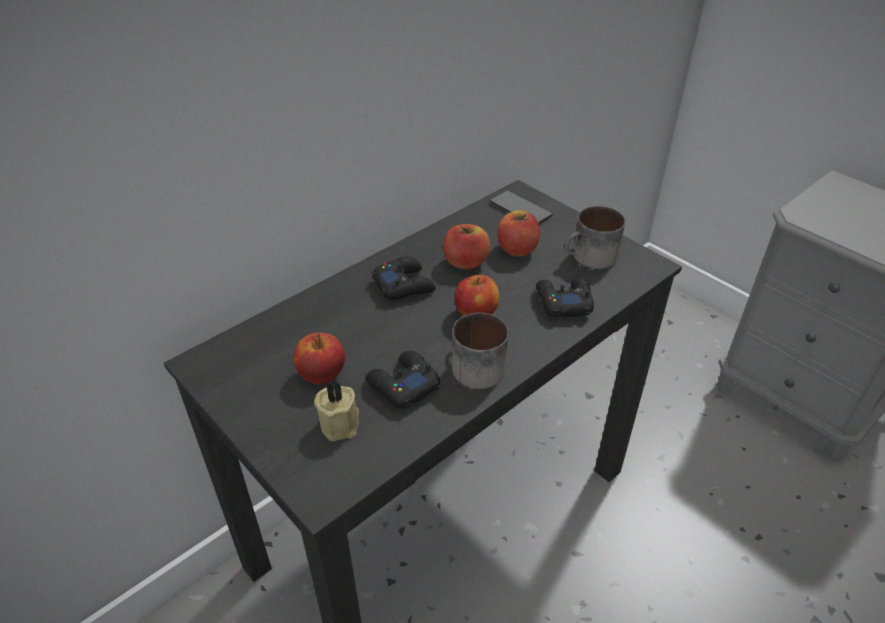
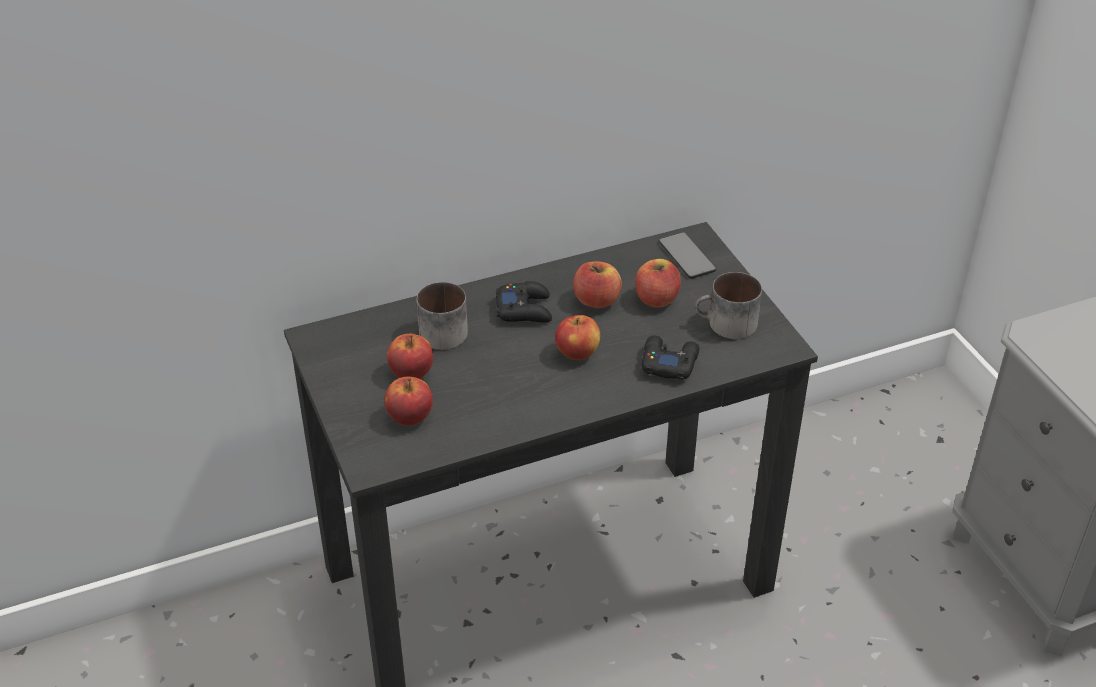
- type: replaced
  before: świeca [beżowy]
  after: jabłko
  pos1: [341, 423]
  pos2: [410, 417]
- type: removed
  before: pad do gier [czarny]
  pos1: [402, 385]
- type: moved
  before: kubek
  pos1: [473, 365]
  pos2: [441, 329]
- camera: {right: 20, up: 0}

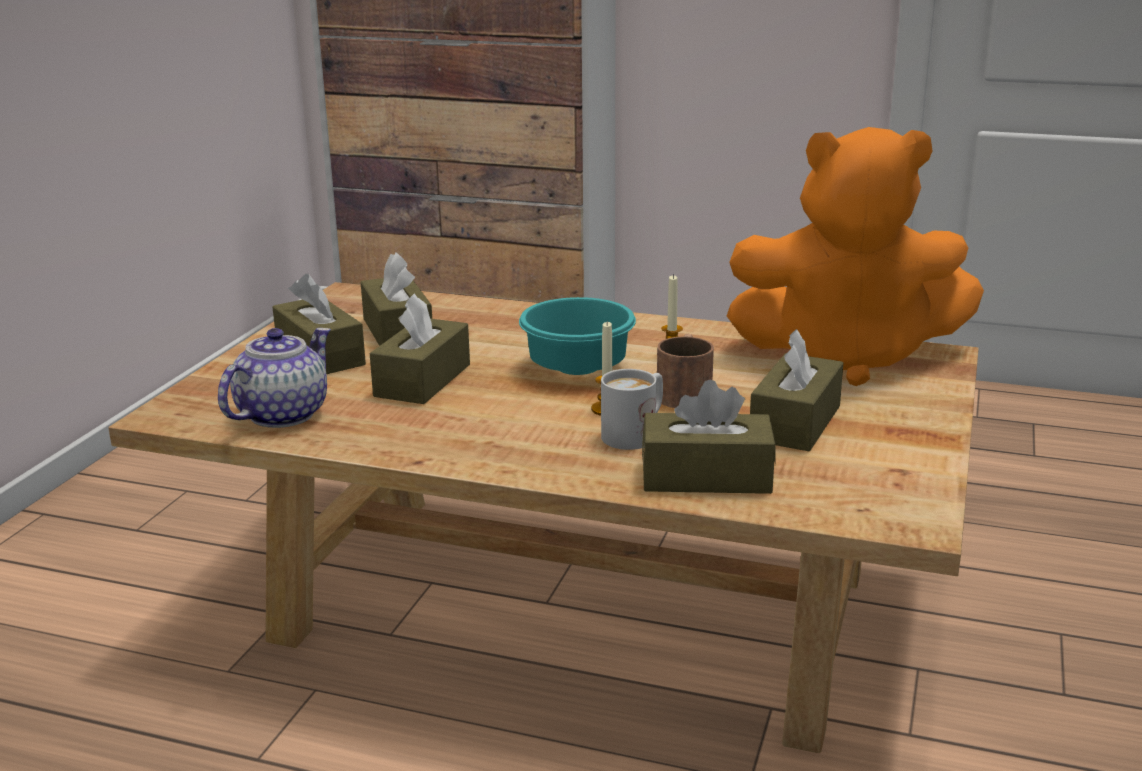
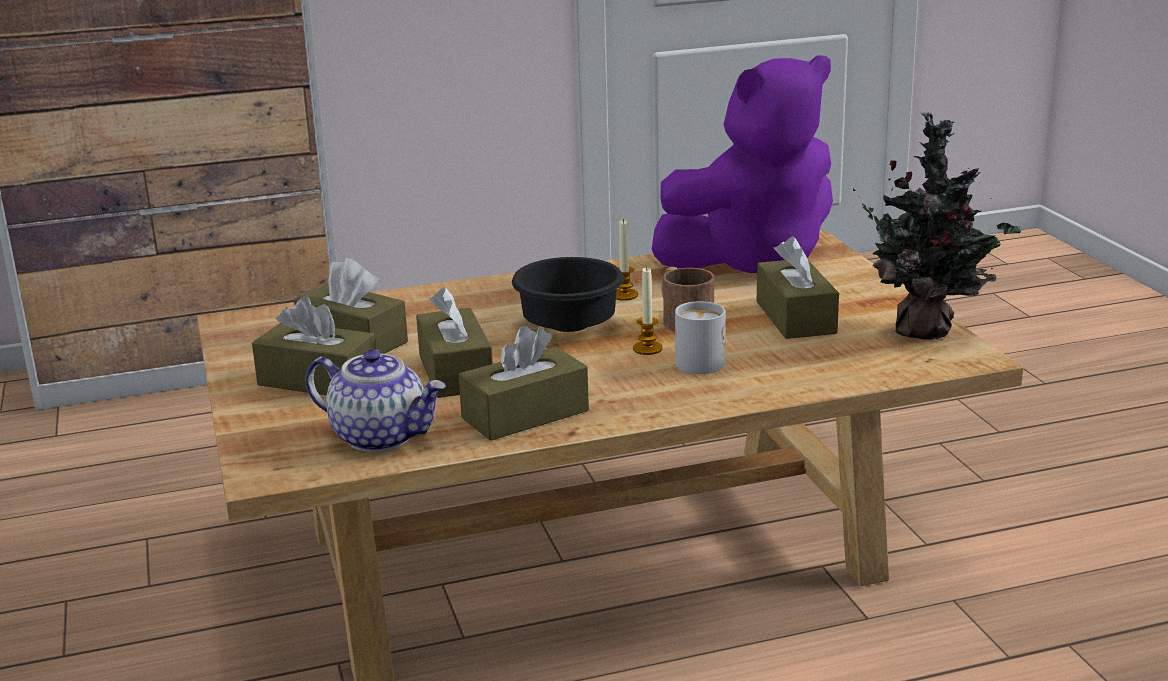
- type: turned
  before: imbryk
  pos1: [282, 414]
  pos2: [381, 436]
  turn: 120
- type: recoloured
  before: miska [turkusowy]
  after: miska [czarny]
  pos1: [578, 367]
  pos2: [567, 325]
- type: moved
  before: pudełko chusteczek [brązowy]
  pos1: [706, 477]
  pos2: [525, 414]
- type: recoloured
  before: pluszak [pomarańczowy]
  after: pluszak [fioletowy]
  pos1: [846, 357]
  pos2: [752, 261]
- type: added
  after: roślina doniczkowa
  pos2: [928, 331]
- camera: {right: -35, up: 0}

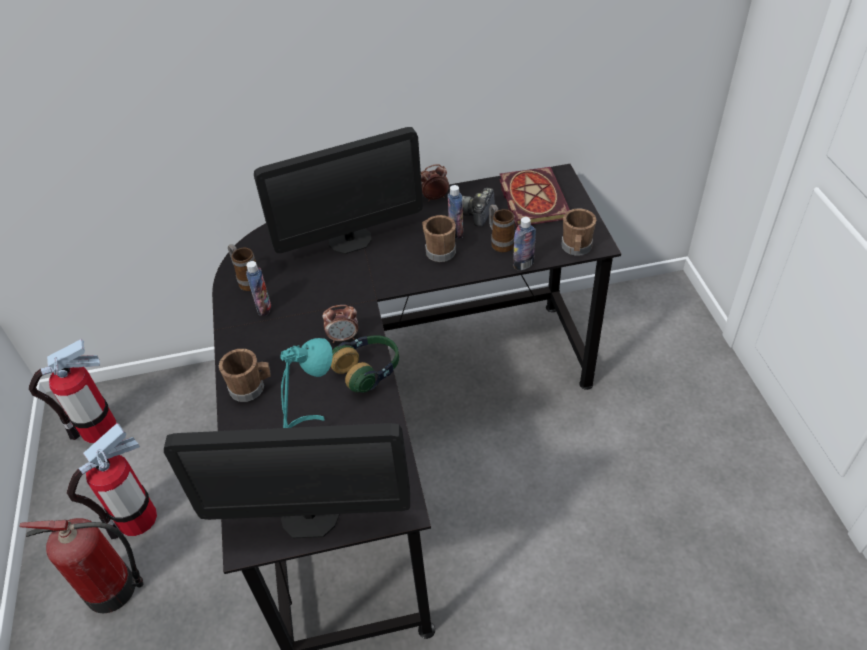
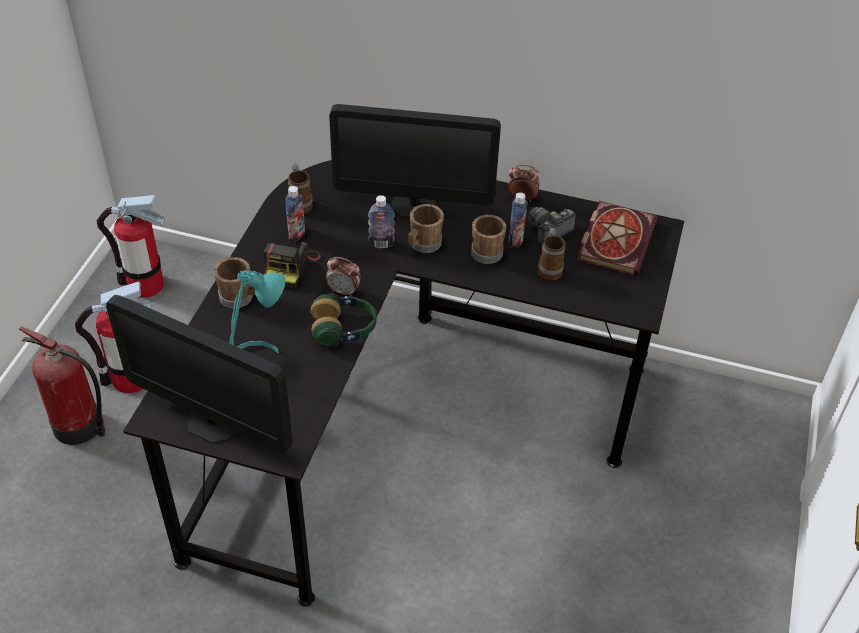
- type: moved
  before: butelka
  pos1: [523, 264]
  pos2: [381, 243]
- type: moved
  before: kubek [brązowy]
  pos1: [576, 248]
  pos2: [423, 244]
- type: added
  after: aparat fotograficzny
  pos2: [290, 267]
- camera: {right: 25, up: 0}

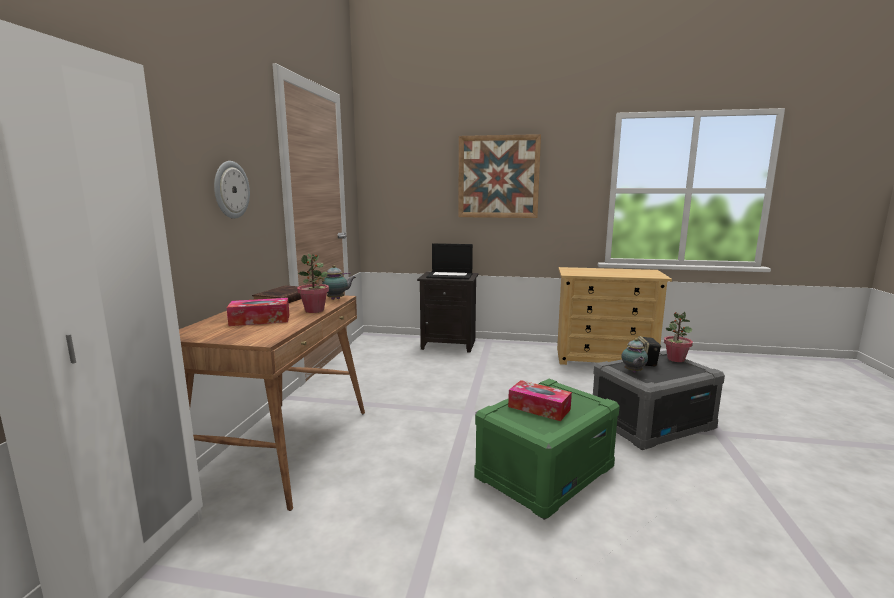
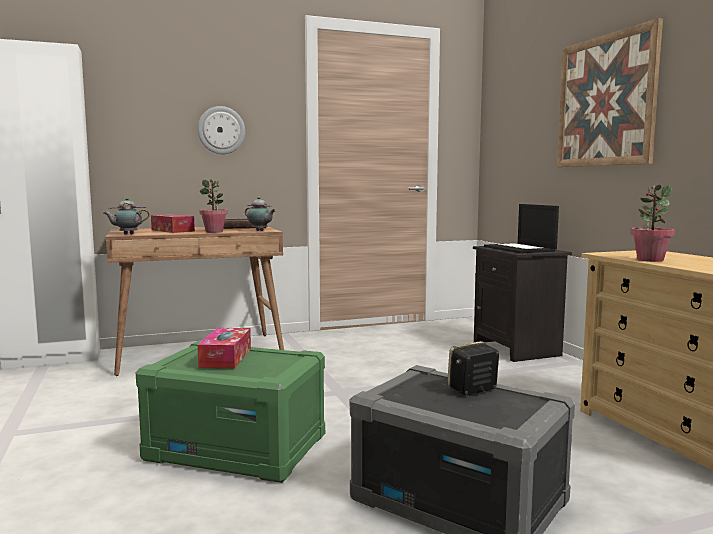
- type: moved
  before: imbryk
  pos1: [633, 372]
  pos2: [127, 234]
- type: moved
  before: roślina doniczkowa
  pos1: [675, 359]
  pos2: [650, 260]
- camera: {right: 60, up: -5}

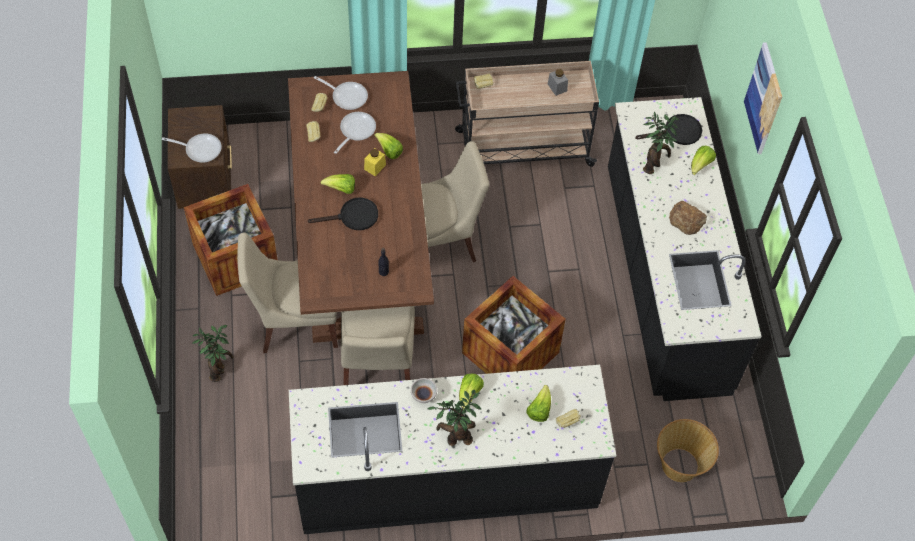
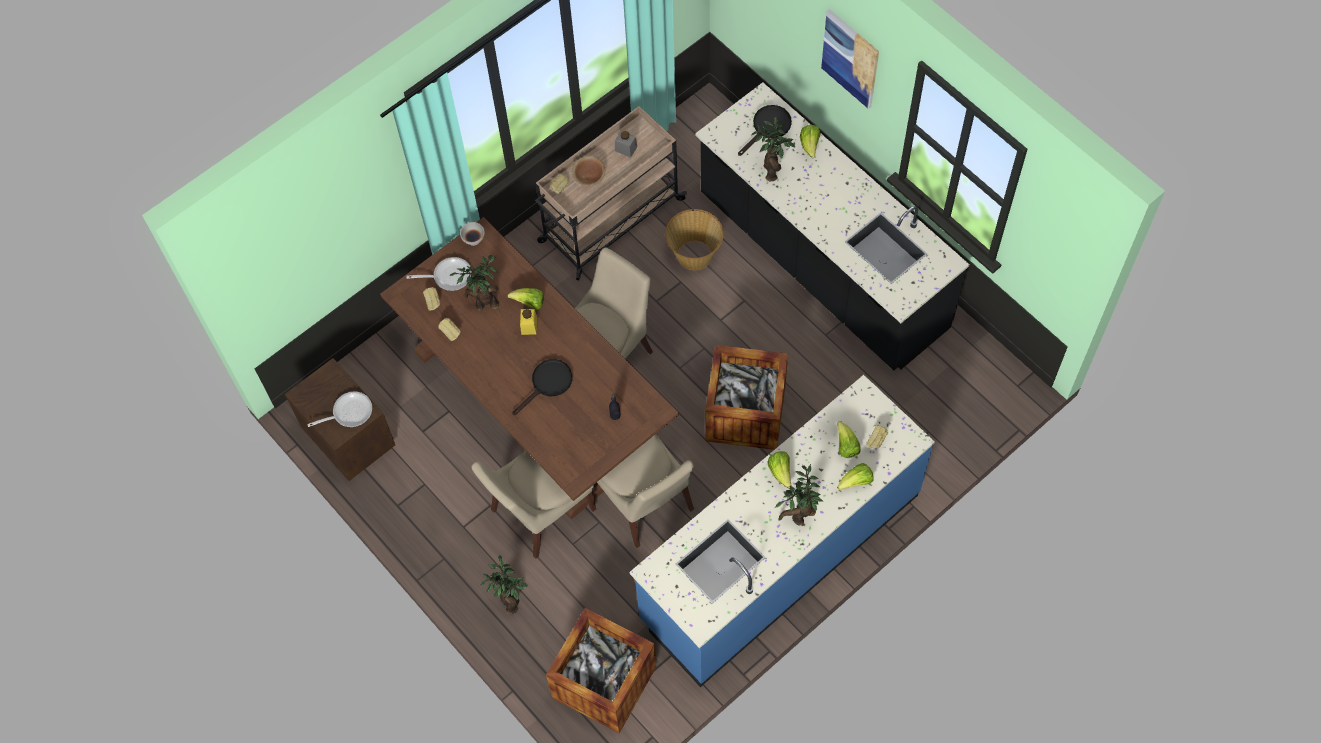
- type: moved
  before: skrzynka
  pos1: [235, 258]
  pos2: [604, 682]
- type: recoloured
  before: zabudowa kuchenna [czarny]
  after: zabudowa kuchenna [niebieski]
  pos1: [447, 478]
  pos2: [779, 556]
- type: moved
  before: sałata
  pos1: [341, 189]
  pos2: [855, 482]
- type: replaced
  before: patelnia
  after: roślina doniczkowa
  pos1: [355, 131]
  pos2: [484, 303]
- type: moved
  before: miska [biały]
  pos1: [424, 396]
  pos2: [474, 239]
- type: moved
  before: koszyk
  pos1: [680, 464]
  pos2: [694, 254]
- type: removed
  before: chleb
  pos1: [686, 220]
- type: added
  after: miska [brązowy]
  pos2: [589, 176]
- camera: {right: -30, up: 5}

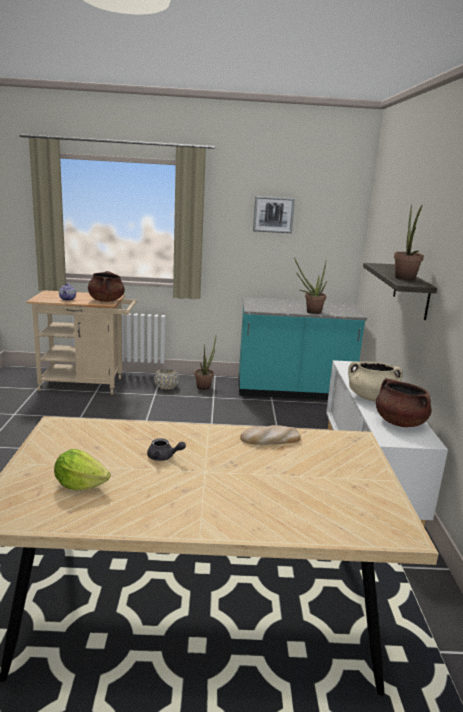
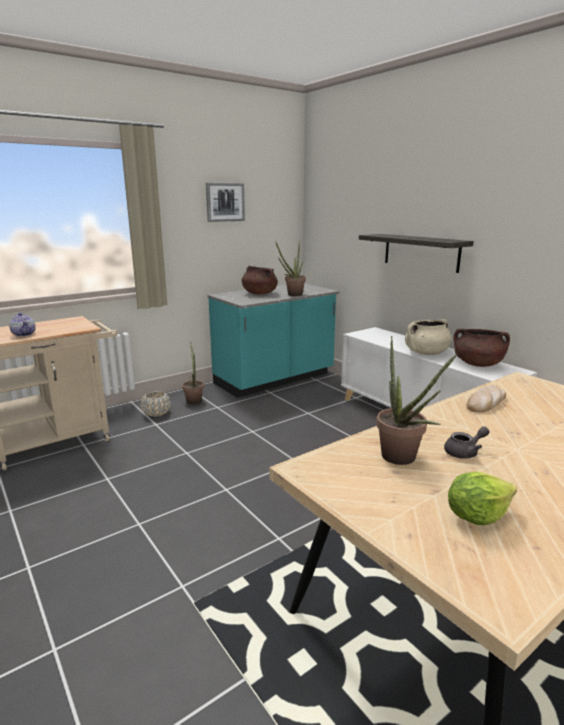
- type: moved
  before: garnek [brązowy]
  pos1: [106, 300]
  pos2: [259, 293]
- type: moved
  before: roślina doniczkowa
  pos1: [405, 279]
  pos2: [403, 460]
- camera: {right: -35, up: 0}

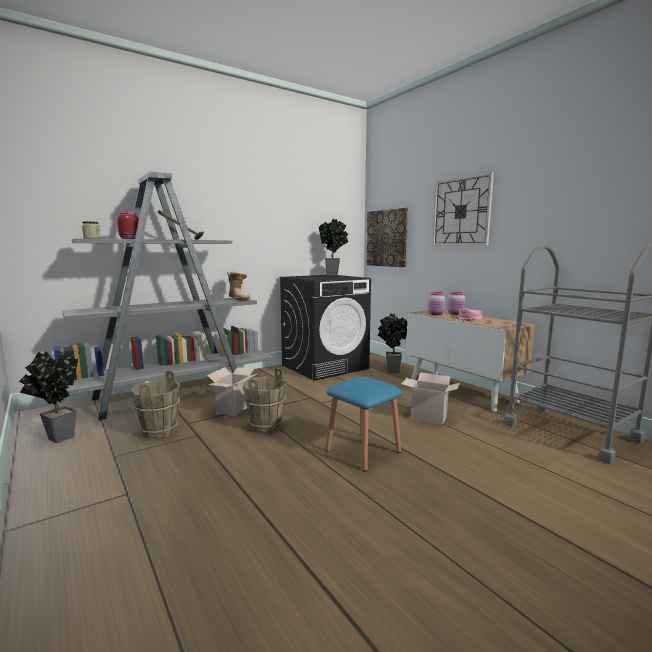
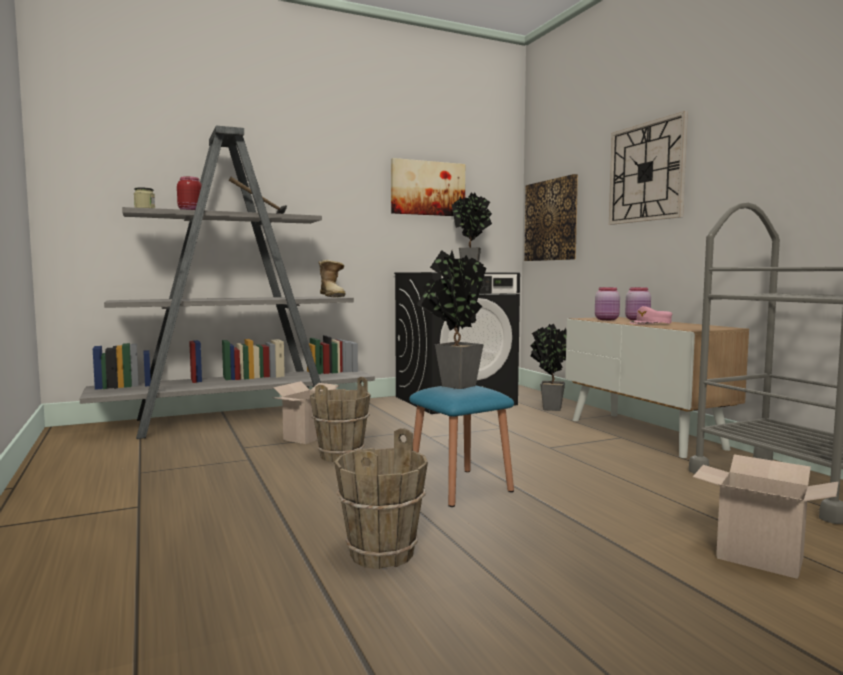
- type: moved
  before: roślina doniczkowa
  pos1: [56, 438]
  pos2: [452, 386]
- type: moved
  before: wiadro [brązowy]
  pos1: [159, 432]
  pos2: [381, 554]
- type: moved
  before: karton
  pos1: [427, 418]
  pos2: [756, 558]
- type: added
  after: obraz
  pos2: [427, 188]
- camera: {right: 10, up: -5}

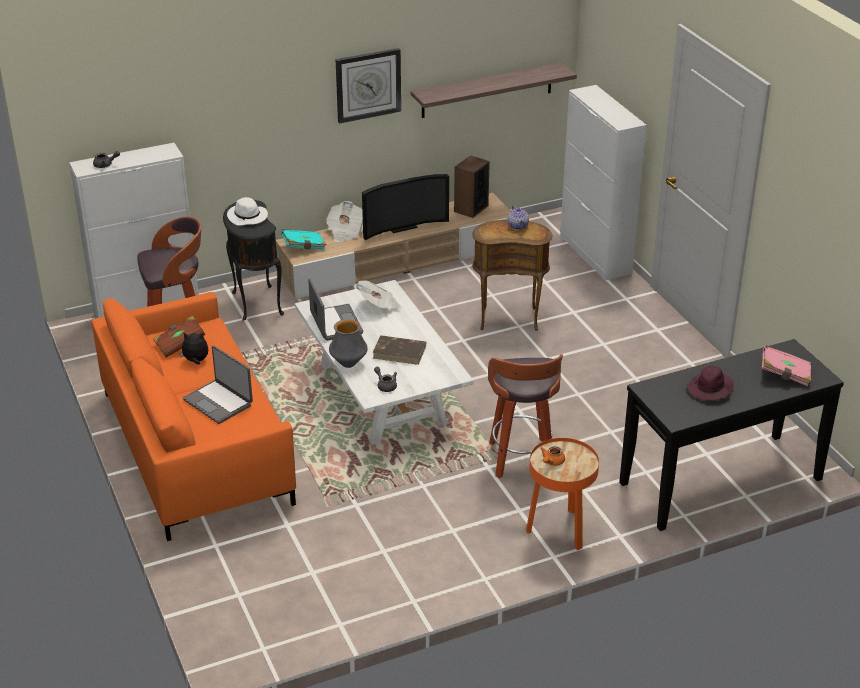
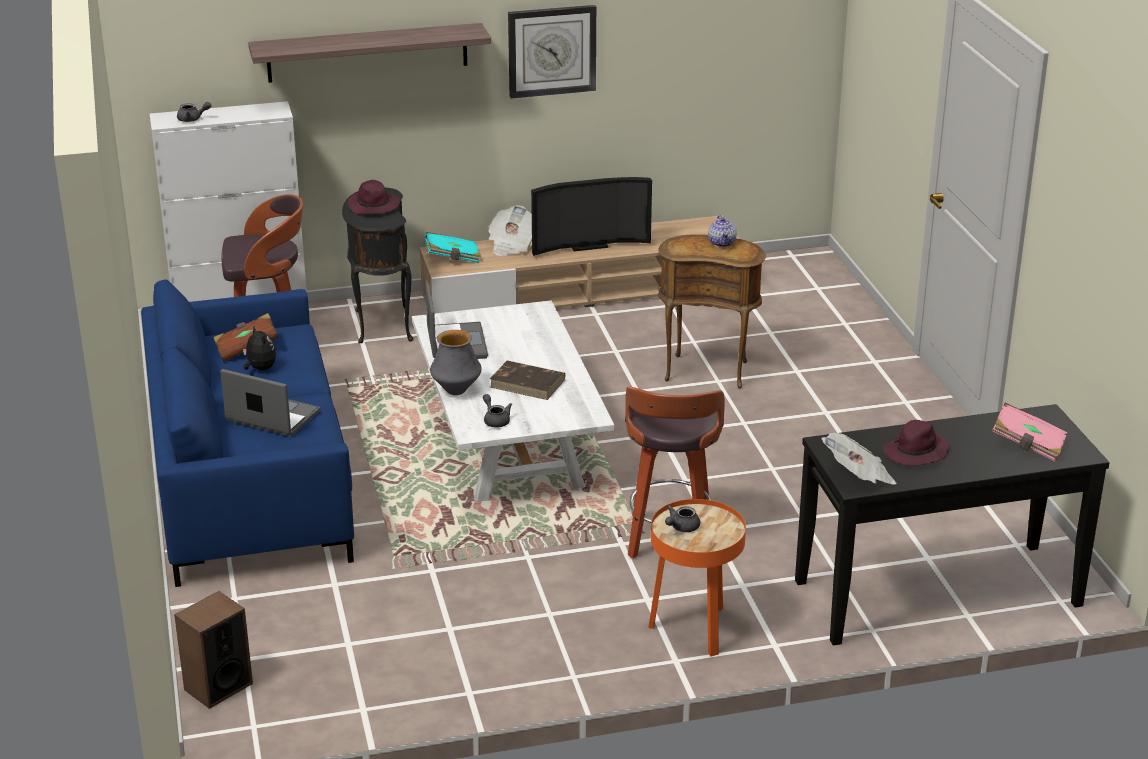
- type: recoloured
  before: kanapa [pomarańczowy]
  after: kanapa [niebieski]
  pos1: [196, 446]
  pos2: [250, 482]
- type: turned
  before: pluszak
  pos1: [196, 361]
  pos2: [260, 369]
  turn: 45
- type: turned
  before: laptop
  pos1: [219, 402]
  pos2: [272, 417]
  turn: 150
- type: recoloured
  before: kapelusz [biały]
  after: kapelusz [fioletowy]
  pos1: [248, 217]
  pos2: [374, 206]
- type: moved
  before: gazeta
  pos1: [378, 306]
  pos2: [858, 477]
- type: moved
  before: półka
  pos1: [487, 90]
  pos2: [367, 52]
- type: moved
  before: głośnik
  pos1: [471, 208]
  pos2: [218, 686]
- type: recoloured
  before: imbryk [pomarańczowy]
  after: imbryk [szary]
  pos1: [551, 462]
  pos2: [681, 527]
- type: removed
  before: szafka [biały]
  pos1: [595, 254]
- camera: {right: 10, up: -5}

